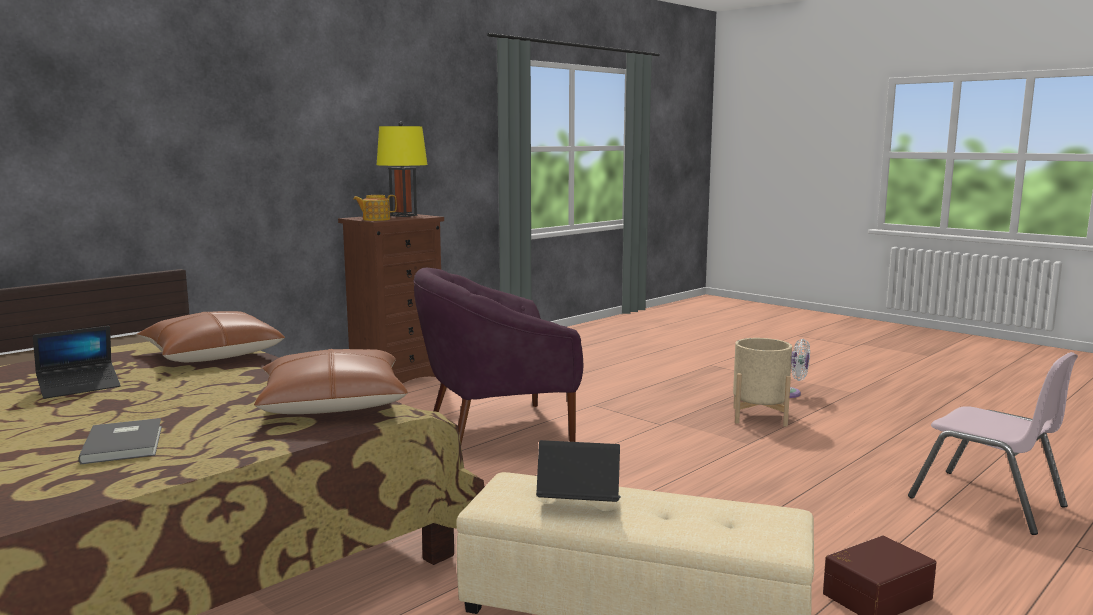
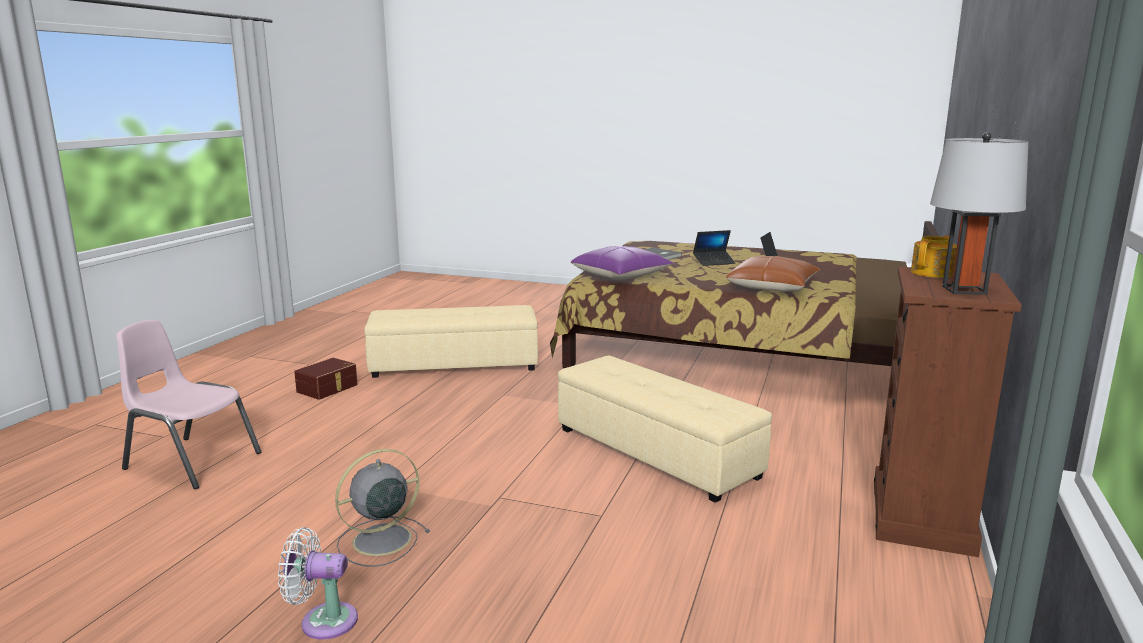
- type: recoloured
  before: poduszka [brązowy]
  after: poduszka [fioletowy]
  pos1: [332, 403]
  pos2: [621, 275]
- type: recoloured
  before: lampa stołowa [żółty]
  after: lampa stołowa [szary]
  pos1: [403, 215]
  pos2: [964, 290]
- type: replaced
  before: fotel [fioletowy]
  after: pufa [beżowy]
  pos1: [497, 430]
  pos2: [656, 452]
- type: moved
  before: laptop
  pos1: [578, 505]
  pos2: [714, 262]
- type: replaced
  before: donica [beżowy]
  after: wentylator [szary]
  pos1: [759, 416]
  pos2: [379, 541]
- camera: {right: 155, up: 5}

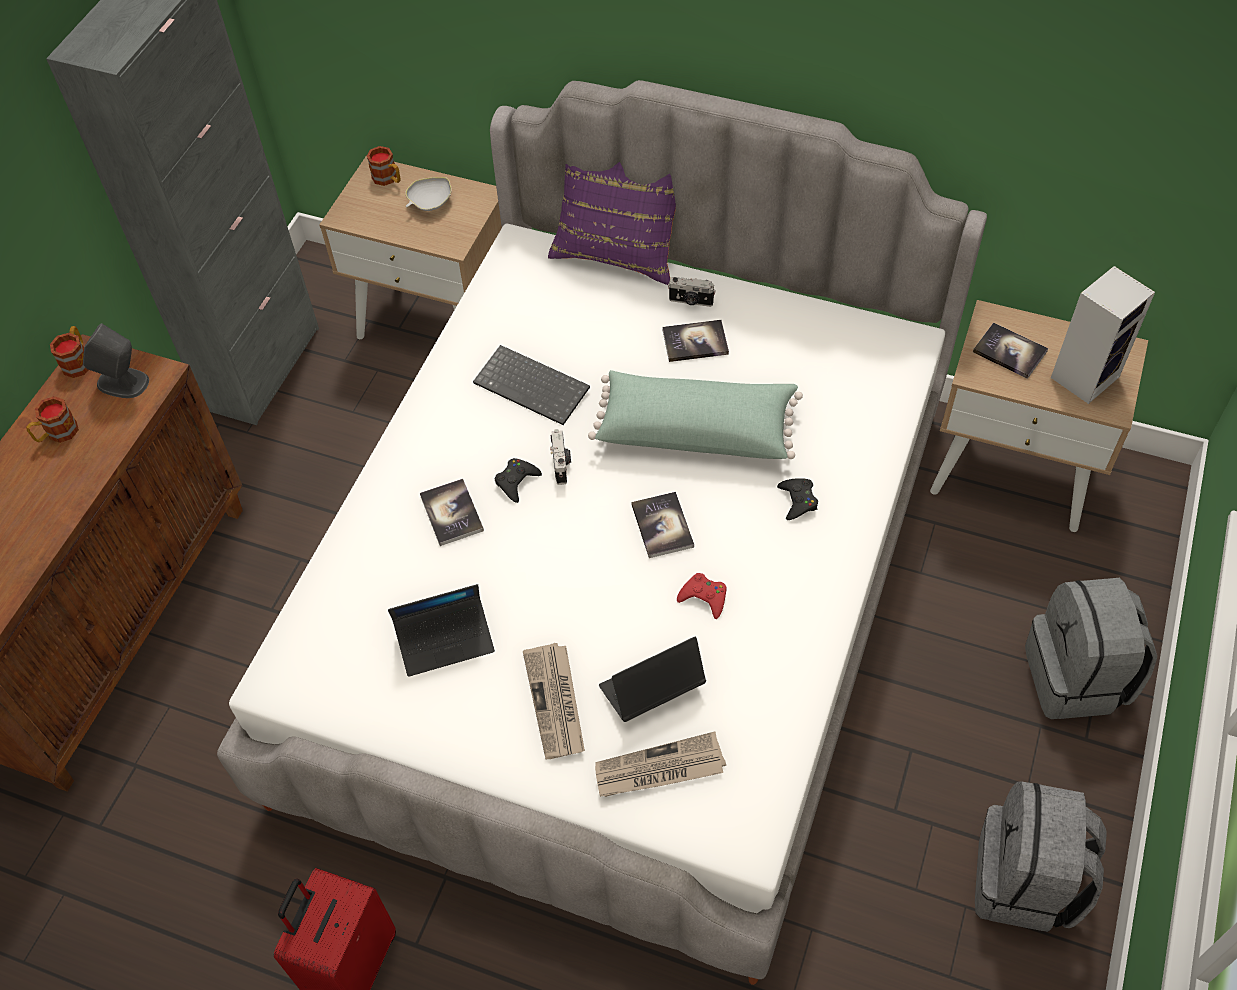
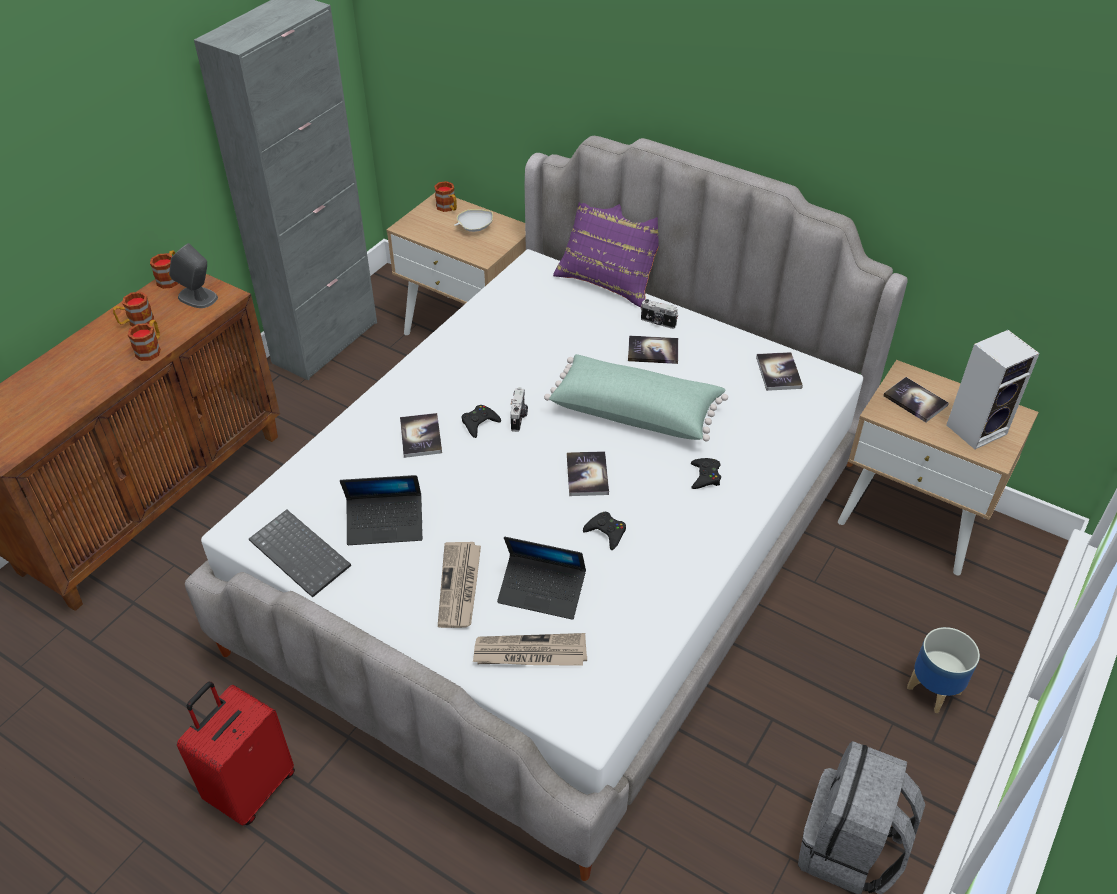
- type: moved
  before: klawiatura
  pos1: [534, 386]
  pos2: [302, 554]
- type: turned
  before: laptop
  pos1: [651, 689]
  pos2: [542, 592]
  turn: -150
- type: recoloured
  before: pad do gier [czerwony]
  after: pad do gier [czarny]
  pos1: [704, 597]
  pos2: [606, 532]
- type: replaced
  before: plecak [szary]
  after: donica
  pos1: [1077, 678]
  pos2: [934, 691]
- type: added
  after: kubek
  pos2: [151, 349]
- type: added
  after: książka
  pos2: [778, 372]
- camera: {right: 10, up: -10}

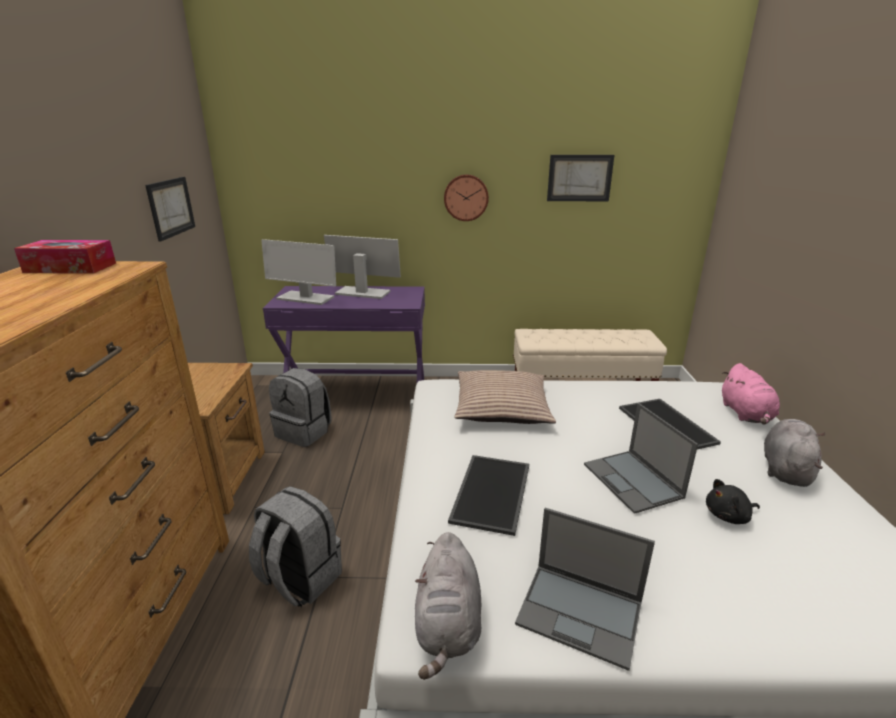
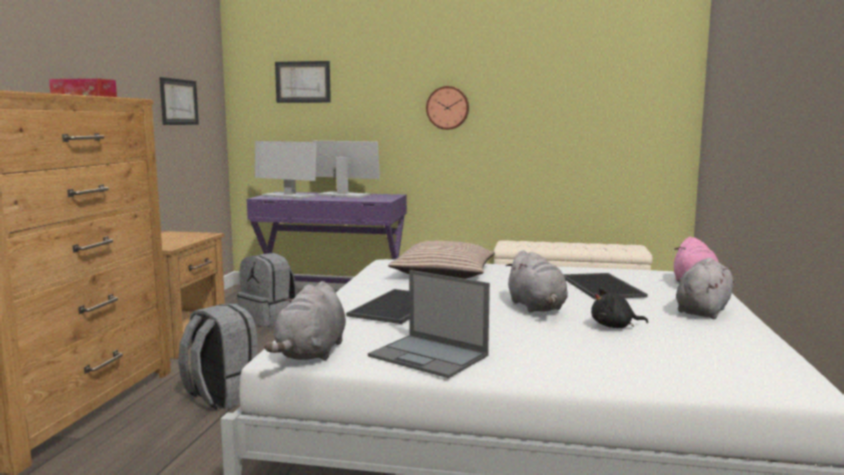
- type: moved
  before: obraz
  pos1: [579, 178]
  pos2: [303, 82]
- type: replaced
  before: laptop
  after: pluszak [szary]
  pos1: [633, 481]
  pos2: [537, 307]
- camera: {right: 10, up: -15}

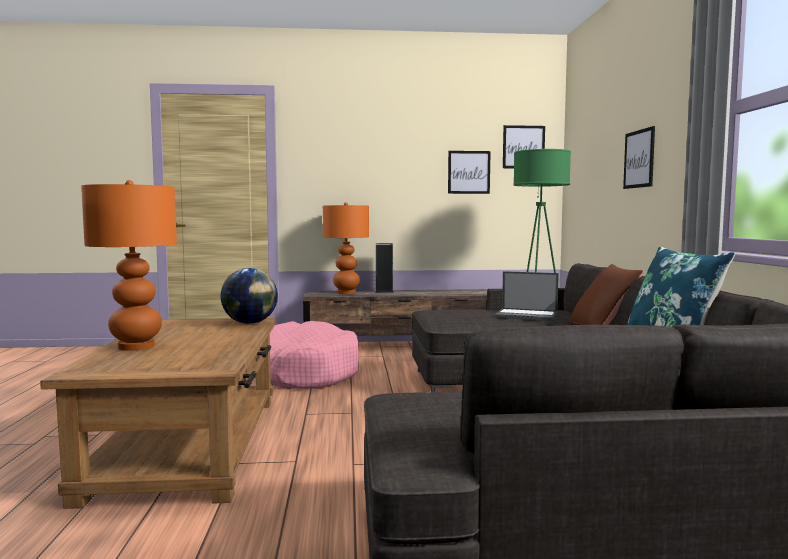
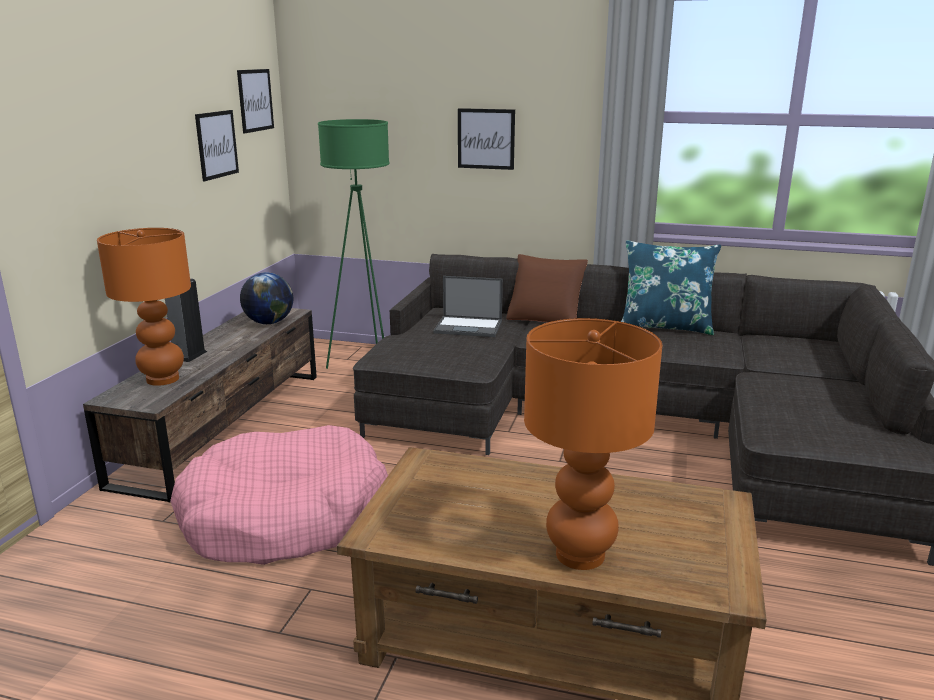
- type: moved
  before: globus
  pos1: [250, 323]
  pos2: [269, 323]
- type: turned
  before: laptop
  pos1: [527, 315]
  pos2: [469, 327]
  turn: 60
- camera: {right: -70, up: 15}

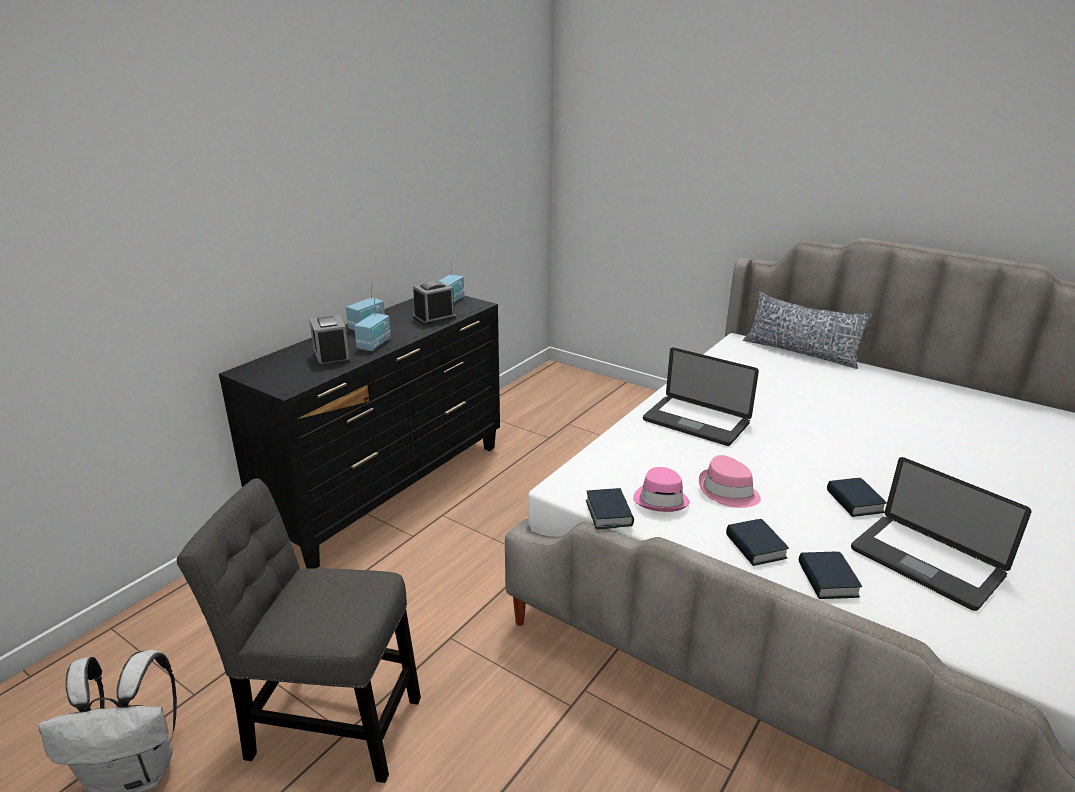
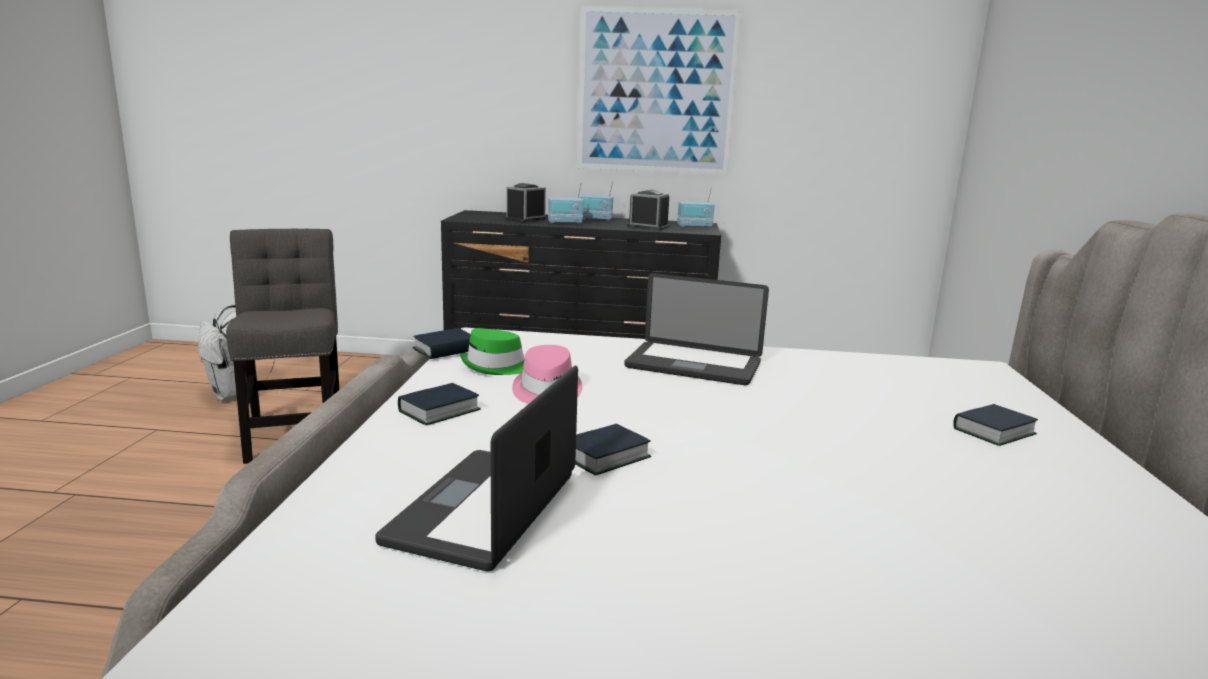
- type: recoloured
  before: kapelusz [różowy]
  after: kapelusz [zielony]
  pos1: [661, 499]
  pos2: [496, 367]
- type: turned
  before: laptop
  pos1: [696, 422]
  pos2: [693, 365]
  turn: -75
- type: removed
  before: poduszka
  pos1: [800, 352]
- type: moved
  before: książka
  pos1: [827, 580]
  pos2: [993, 431]
- type: added
  after: obraz
  pos2: [656, 92]
- camera: {right: 60, up: -10}

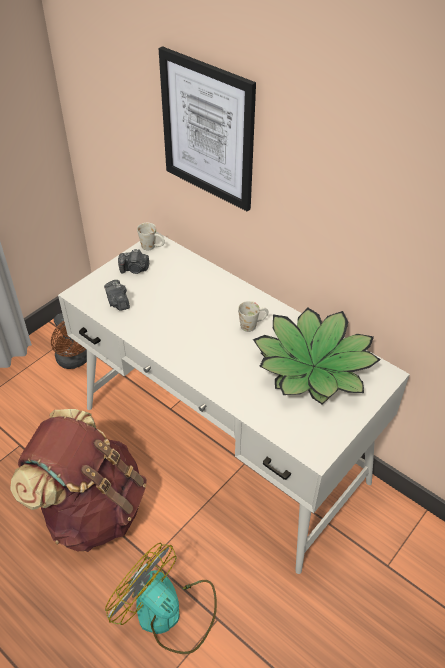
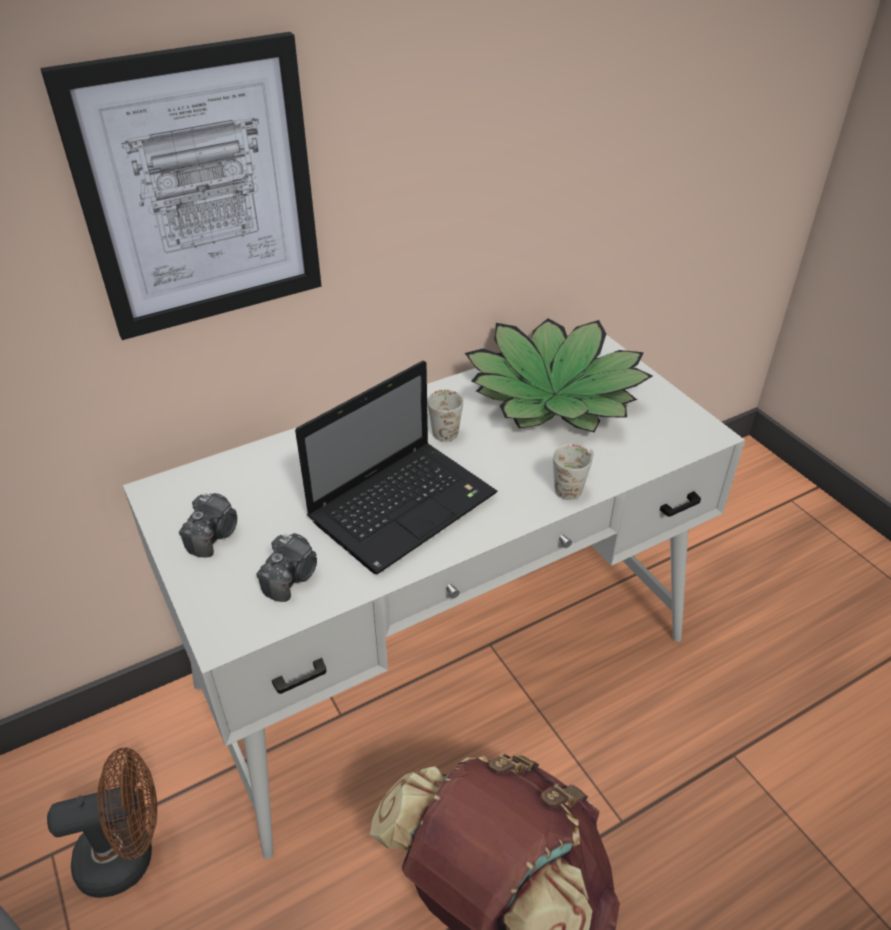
- type: turned
  before: aparat fotograficzny
  pos1: [118, 302]
  pos2: [292, 577]
  turn: -60
- type: removed
  before: wentylator
  pos1: [168, 612]
- type: moved
  before: kubek [biały]
  pos1: [152, 247]
  pos2: [573, 485]
- type: added
  after: laptop
  pos2: [405, 505]
- camera: {right: -70, up: -5}

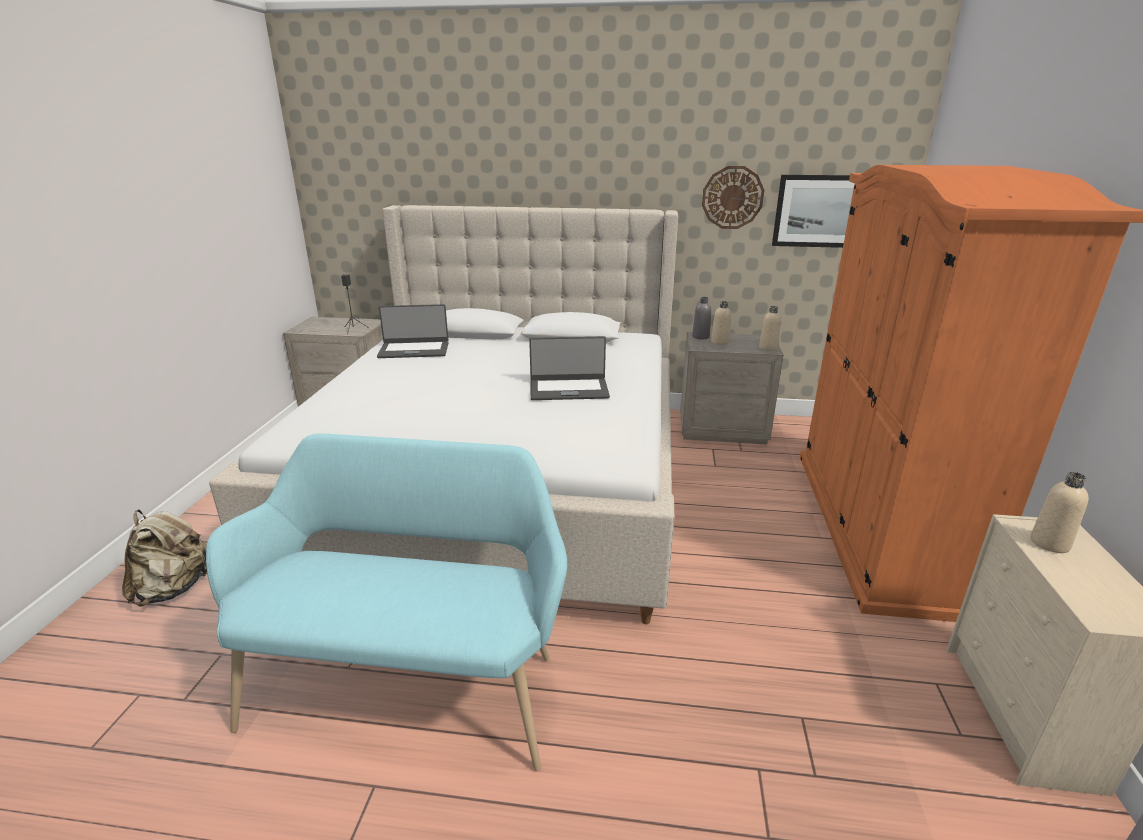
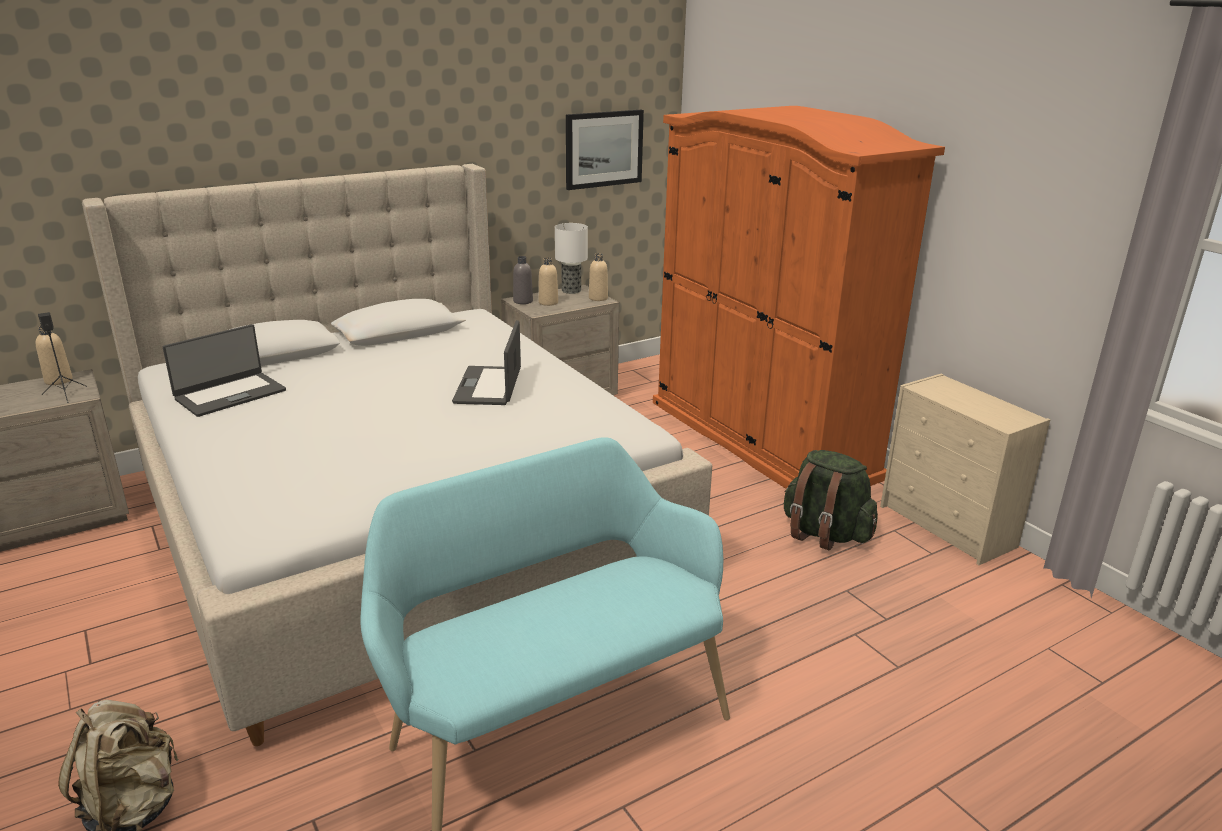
- type: turned
  before: laptop
  pos1: [568, 389]
  pos2: [489, 386]
  turn: 135
- type: removed
  before: zegar ścienny
  pos1: [732, 197]
- type: moved
  before: butelka [beżowy]
  pos1: [1049, 543]
  pos2: [58, 380]
- type: added
  after: lampa stołowa
  pos2: [570, 290]
- type: added
  after: plecak [zielony]
  pos2: [824, 534]
- camera: {right: -40, up: 0}

